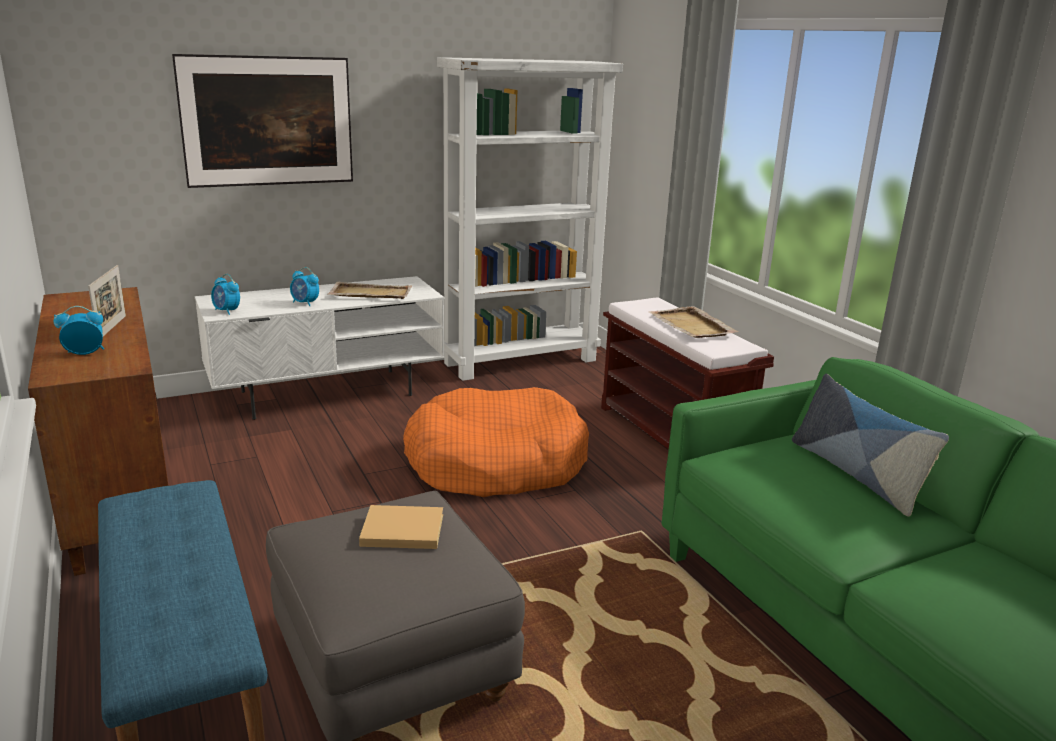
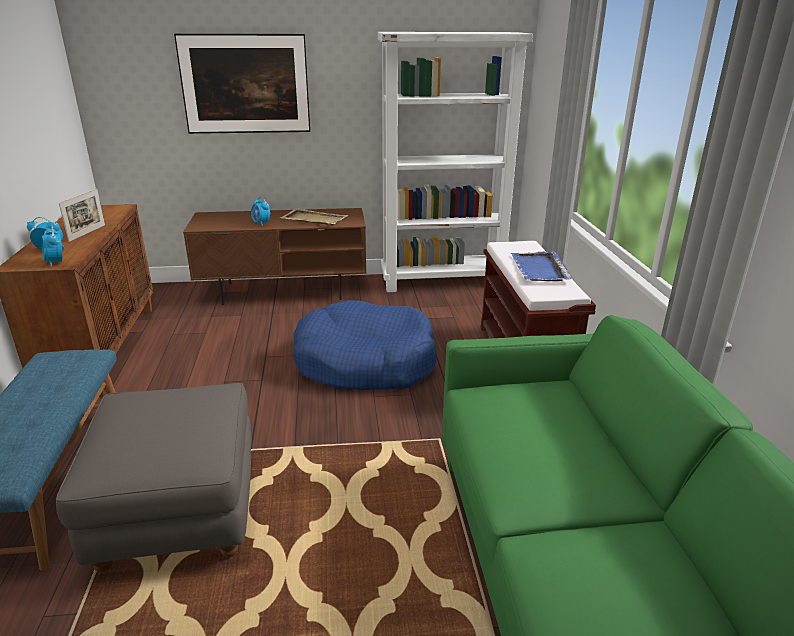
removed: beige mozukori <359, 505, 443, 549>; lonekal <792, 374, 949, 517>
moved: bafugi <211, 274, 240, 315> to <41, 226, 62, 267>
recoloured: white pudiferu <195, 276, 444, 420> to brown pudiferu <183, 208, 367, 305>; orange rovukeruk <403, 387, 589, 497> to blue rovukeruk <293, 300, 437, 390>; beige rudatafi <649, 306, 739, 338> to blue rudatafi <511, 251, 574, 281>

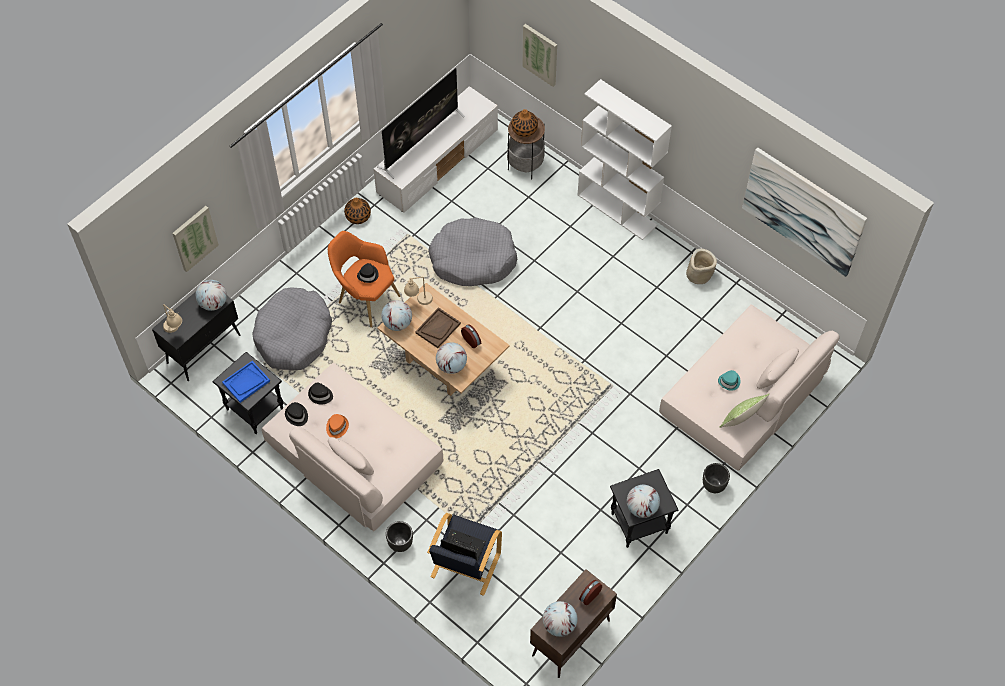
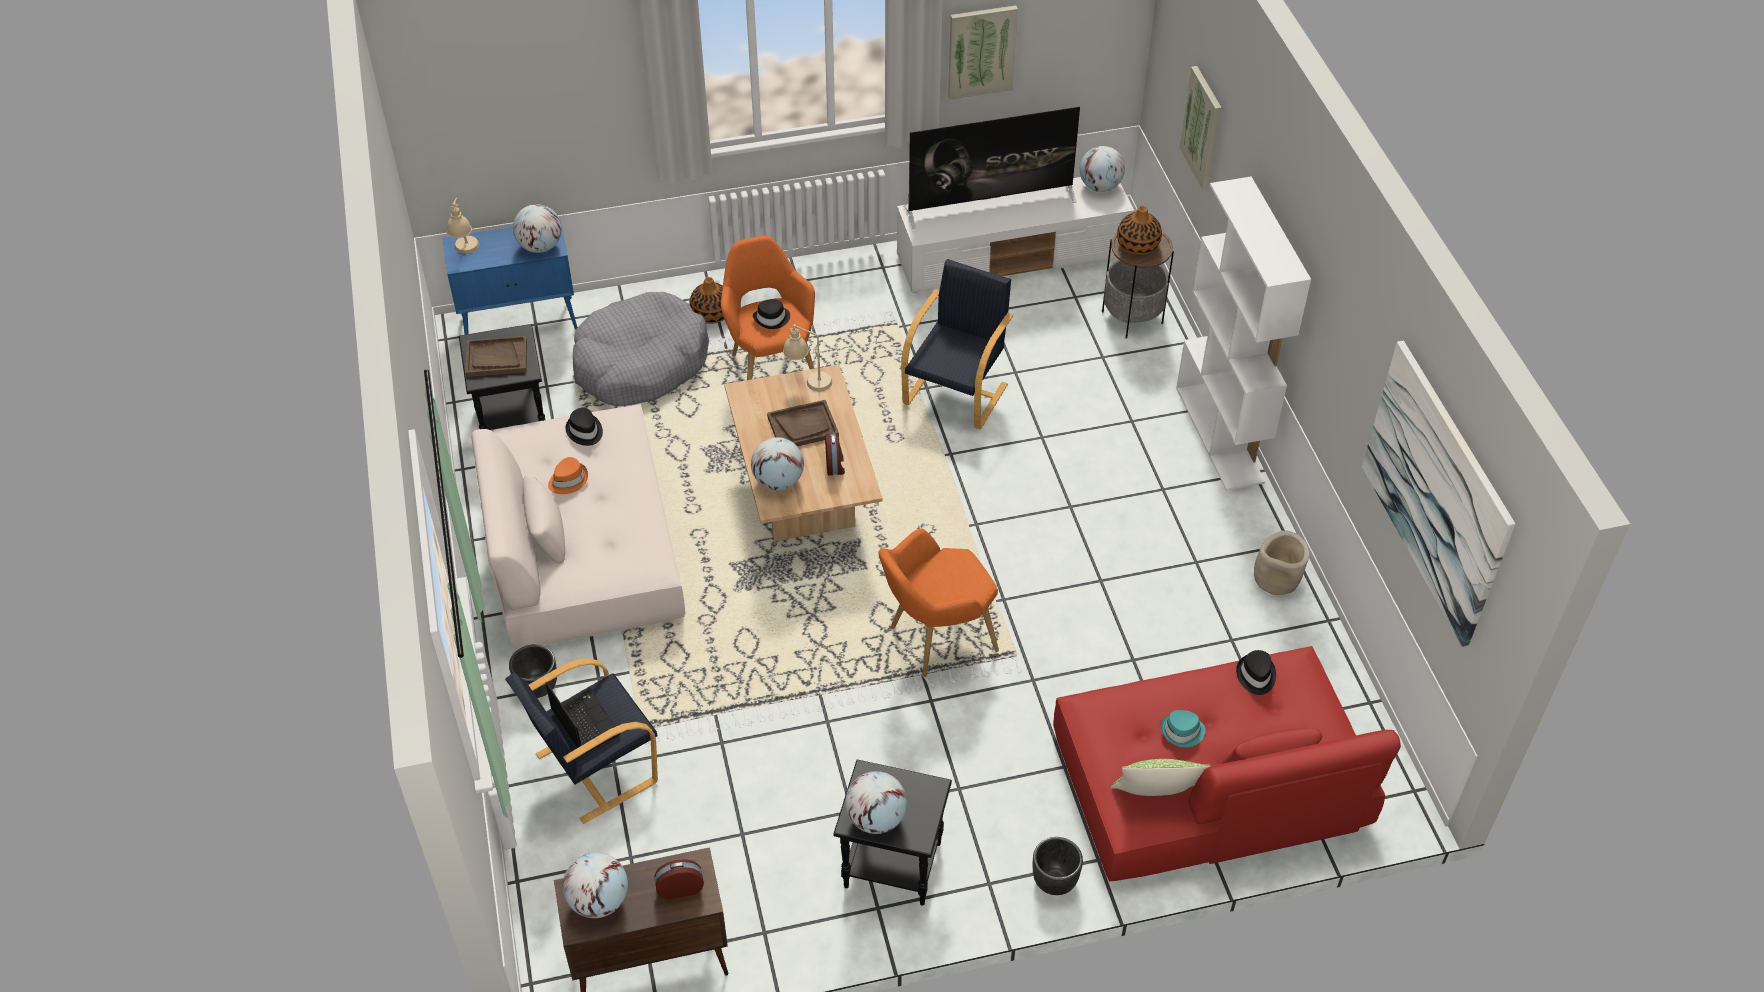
added: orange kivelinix <878, 529, 999, 677>
moved: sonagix <172, 206, 219, 272> to <948, 6, 1018, 100>; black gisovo <285, 402, 308, 426> to <1236, 650, 1276, 695>; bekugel <344, 198, 371, 224> to <689, 277, 724, 324>; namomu <381, 300, 412, 331> to <1080, 146, 1125, 192>
replaced: grey rovukeruk <428, 218, 517, 286> to black kivelinix <901, 259, 1014, 429>
recoloured: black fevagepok <152, 292, 241, 381> to blue fevagepok <442, 220, 578, 335>; blue rudatafi <222, 361, 270, 403> to brown rudatafi <465, 336, 527, 377>; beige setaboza <659, 304, 840, 471> to red setaboza <1053, 646, 1401, 882>

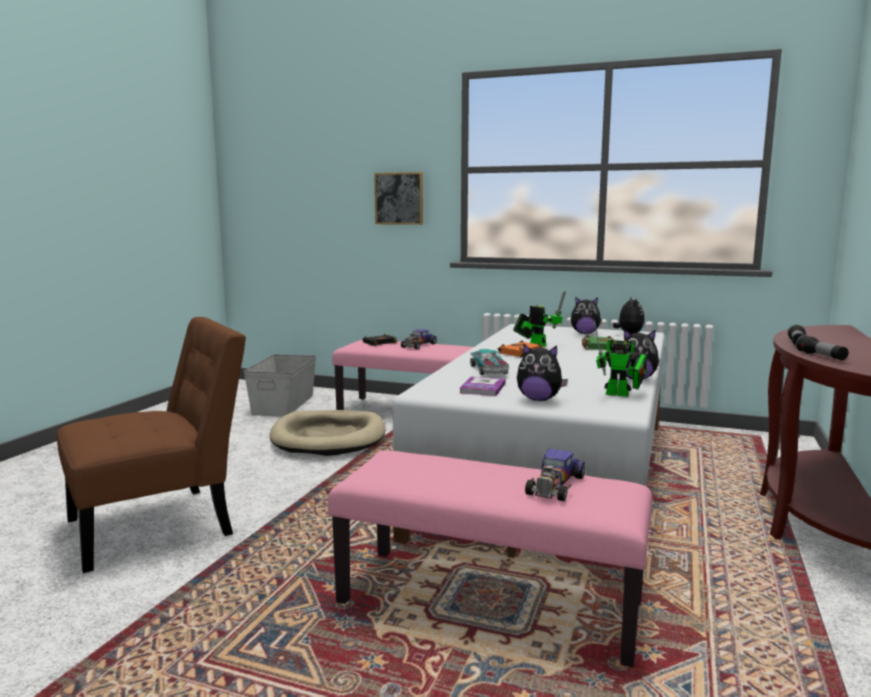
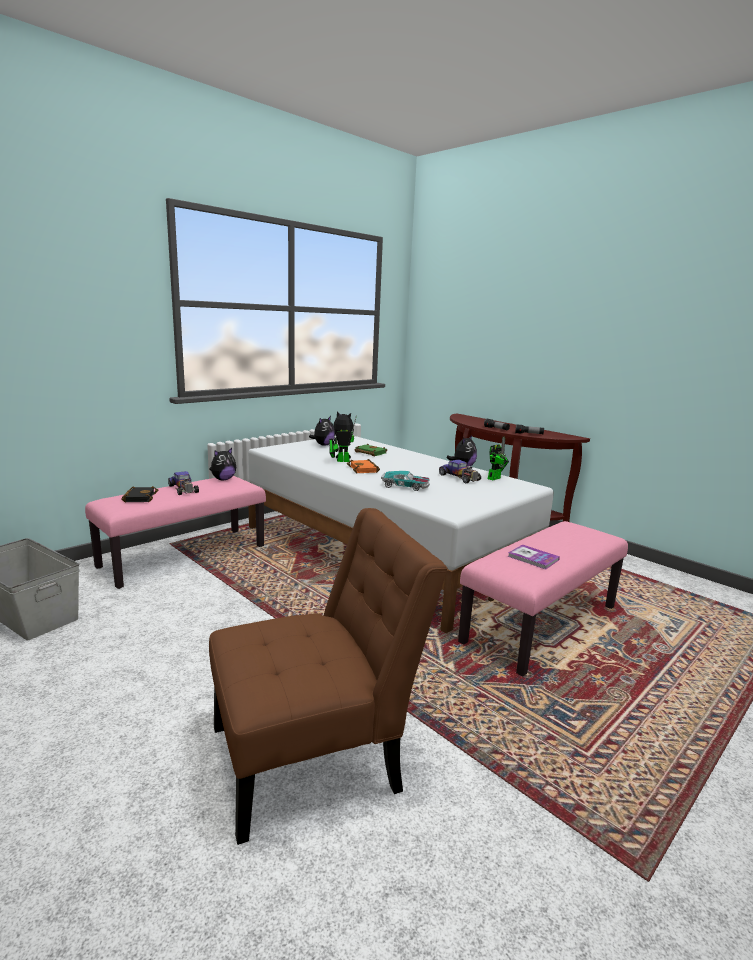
removed: beige rovukeruk <269, 410, 386, 456>; sonagix <374, 172, 423, 225>
moved: mozukori <460, 376, 506, 396> to <508, 545, 560, 570>; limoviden <517, 343, 568, 401> to <209, 448, 236, 480>; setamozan <525, 449, 585, 501> to <439, 460, 481, 483>
turned: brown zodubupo <57, 317, 246, 573> = <209, 508, 448, 845> 75 degrees clockwise

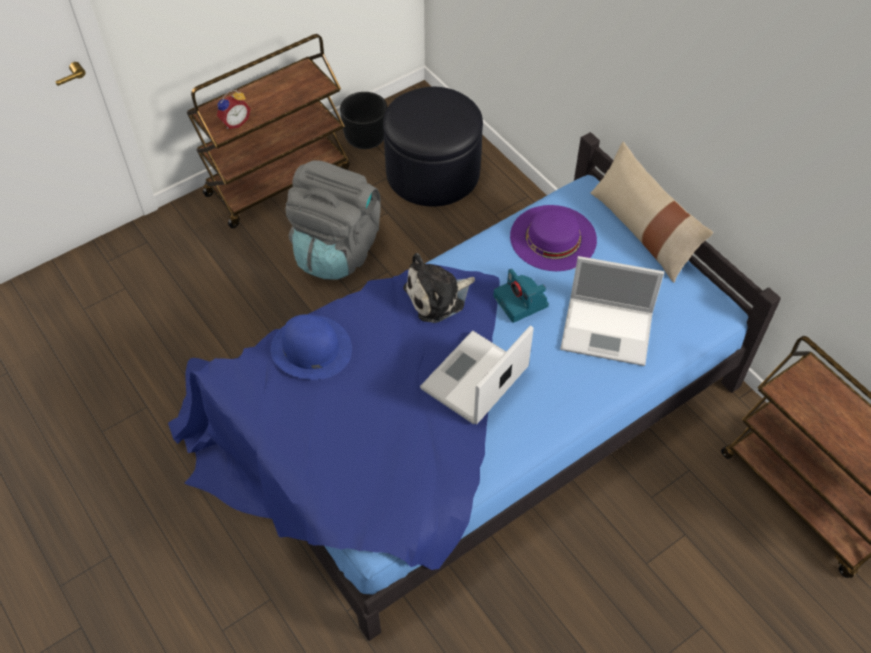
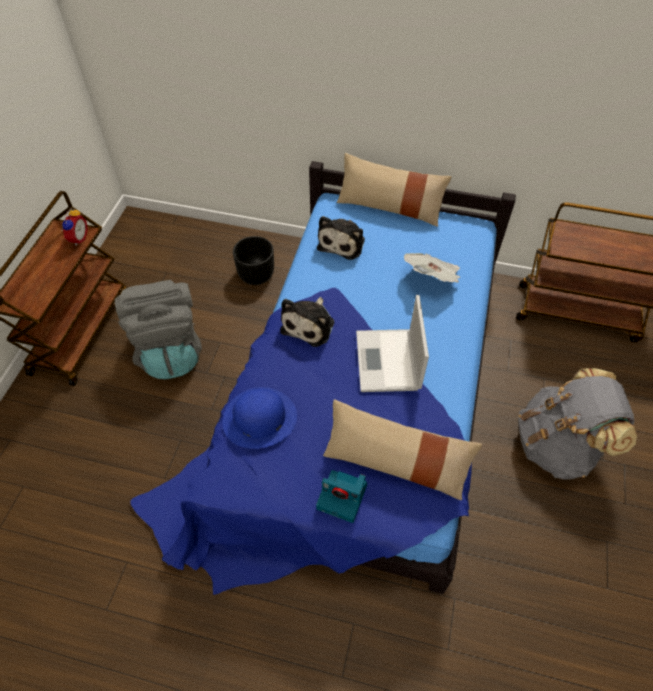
removed: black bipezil <383, 87, 483, 207>
added: beige lonekal <323, 399, 482, 500>; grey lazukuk <518, 368, 637, 480>
moved: bafugi <217, 90, 251, 129> to <61, 208, 88, 246>; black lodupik <340, 92, 387, 149> to <233, 236, 274, 285>; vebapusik <493, 269, 549, 323> to <316, 470, 367, 523>
replaced: purple gisovo <510, 205, 597, 271> to limoviden <317, 216, 365, 260>; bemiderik <560, 256, 664, 366> to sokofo <404, 253, 461, 283>

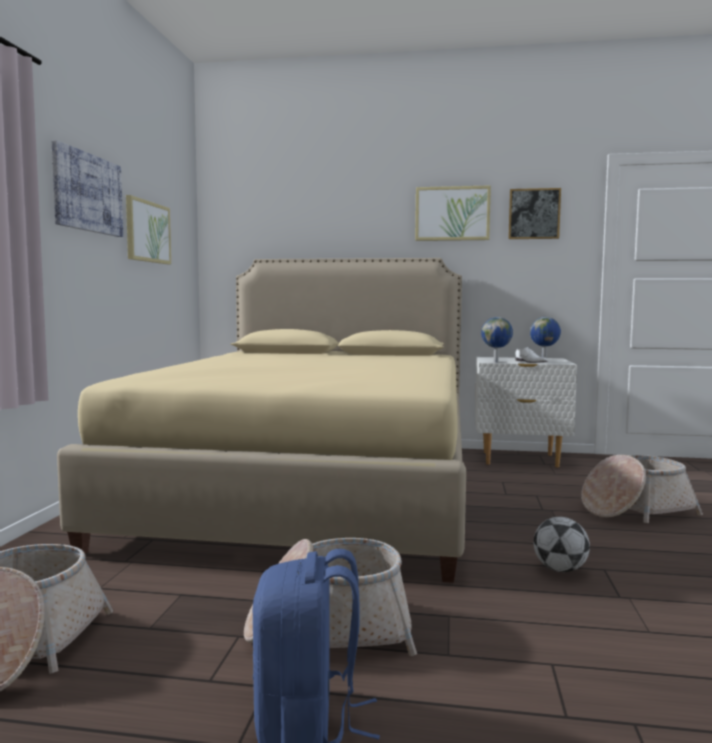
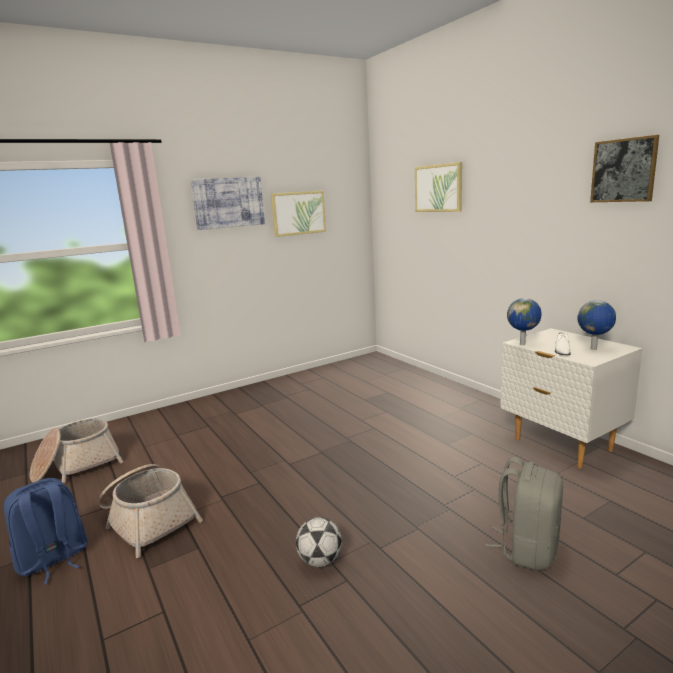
removed: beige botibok <57, 258, 466, 583>
moved: sonagix <415, 185, 491, 241> to <415, 162, 462, 212>
replaced: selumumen <581, 455, 703, 523> to grey lazukuk <486, 457, 563, 570>

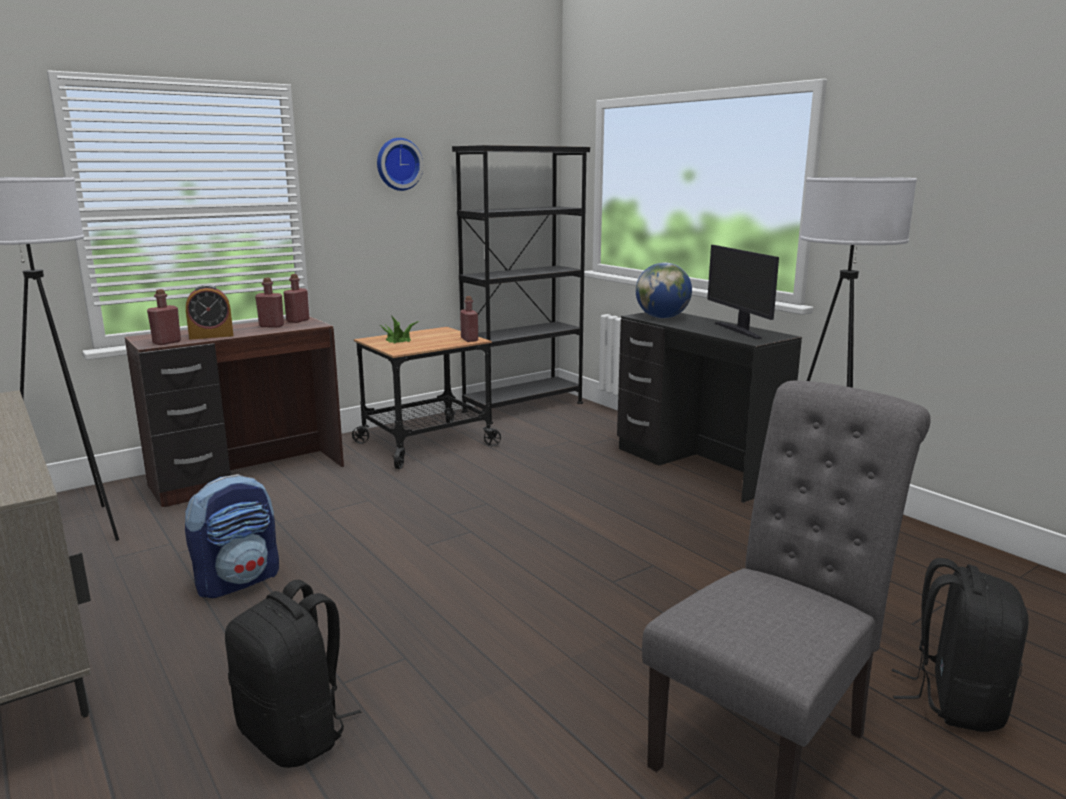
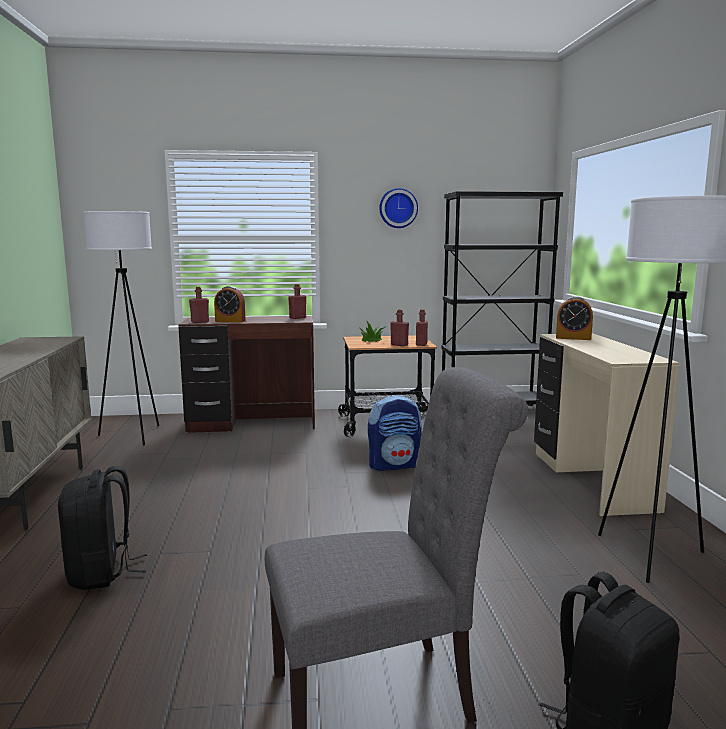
removed: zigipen <707, 245, 779, 339>
moved: lazukuk <185, 474, 279, 598> to <368, 395, 422, 471>; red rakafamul <255, 278, 284, 328> to <390, 310, 409, 346>
replaced: namomu <636, 262, 692, 319> to bafugi <556, 296, 593, 340>
recoloured: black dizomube <617, 312, 802, 503> to beige dizomube <534, 333, 680, 516>

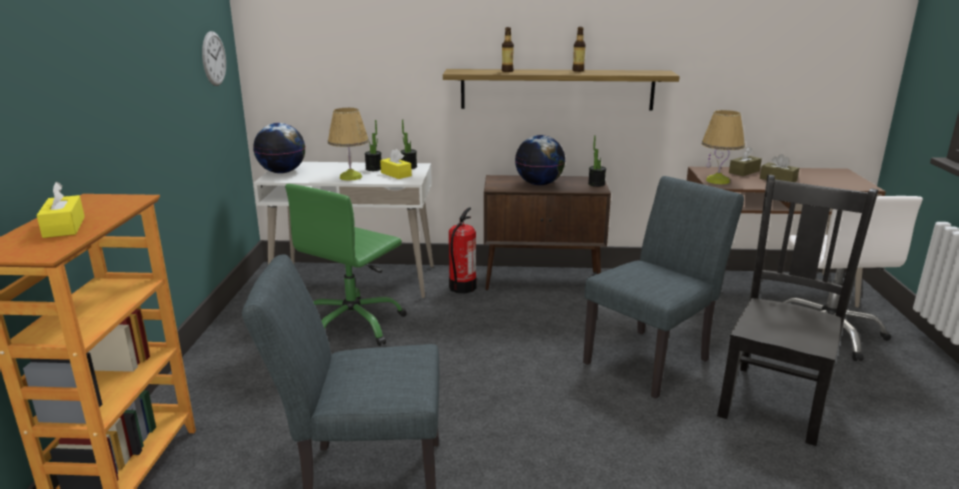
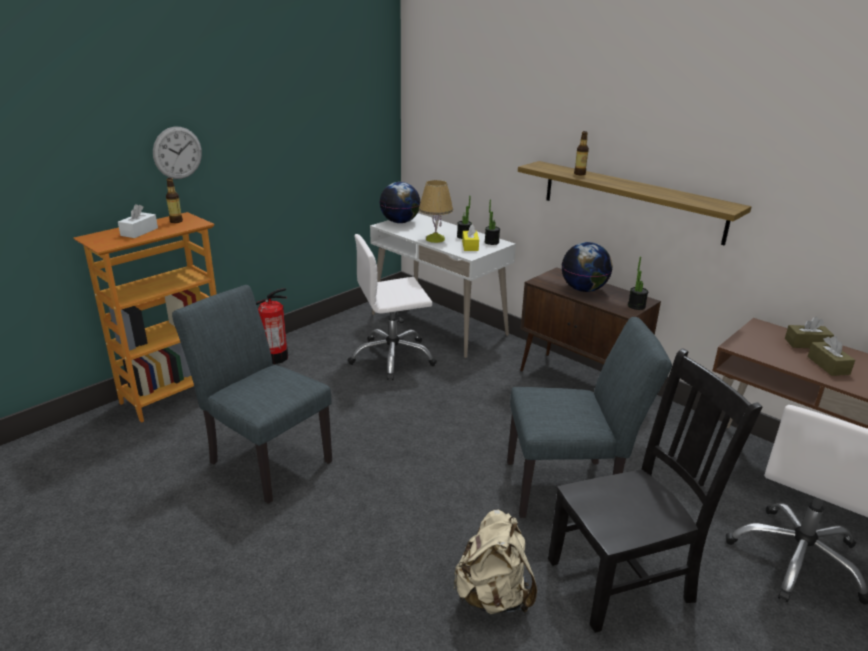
removed: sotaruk <702, 110, 745, 184>
added: beige lazukuk <453, 509, 537, 614>
moved: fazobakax <202, 31, 226, 86> to <153, 127, 202, 179>; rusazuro <449, 207, 477, 293> to <256, 288, 288, 364>; rakafamul <572, 27, 586, 72> to <166, 178, 183, 223>
recoloured: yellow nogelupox <37, 182, 85, 238> to white nogelupox <118, 204, 158, 238>; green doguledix <285, 184, 407, 346> to white doguledix <348, 234, 437, 380>

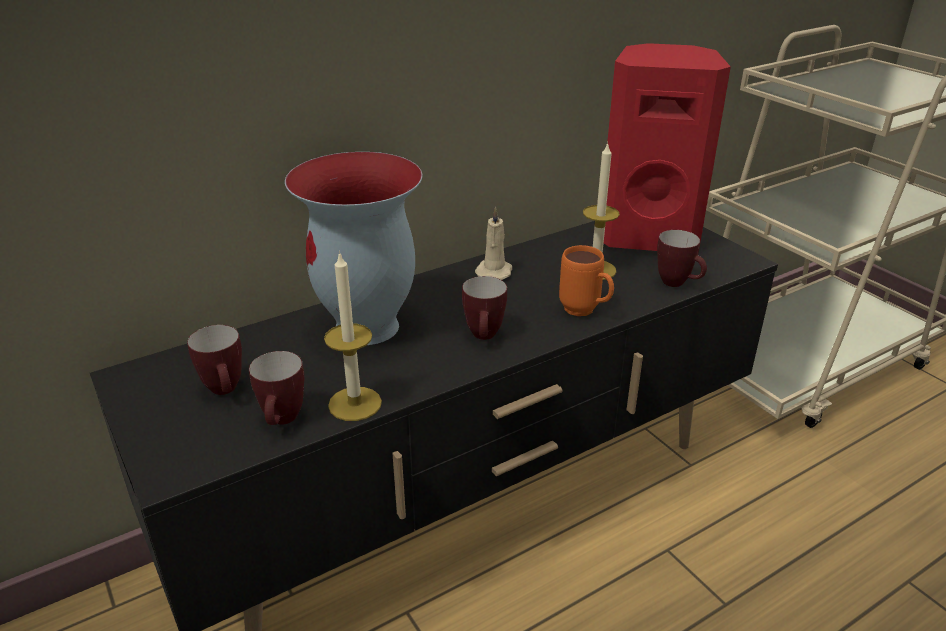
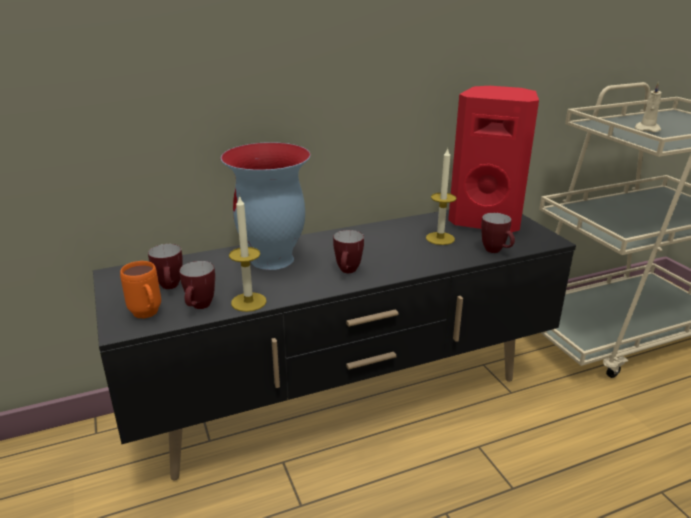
moved: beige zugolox <475, 207, 512, 280> to <635, 81, 662, 132>; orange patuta <559, 245, 614, 316> to <120, 261, 161, 318>

